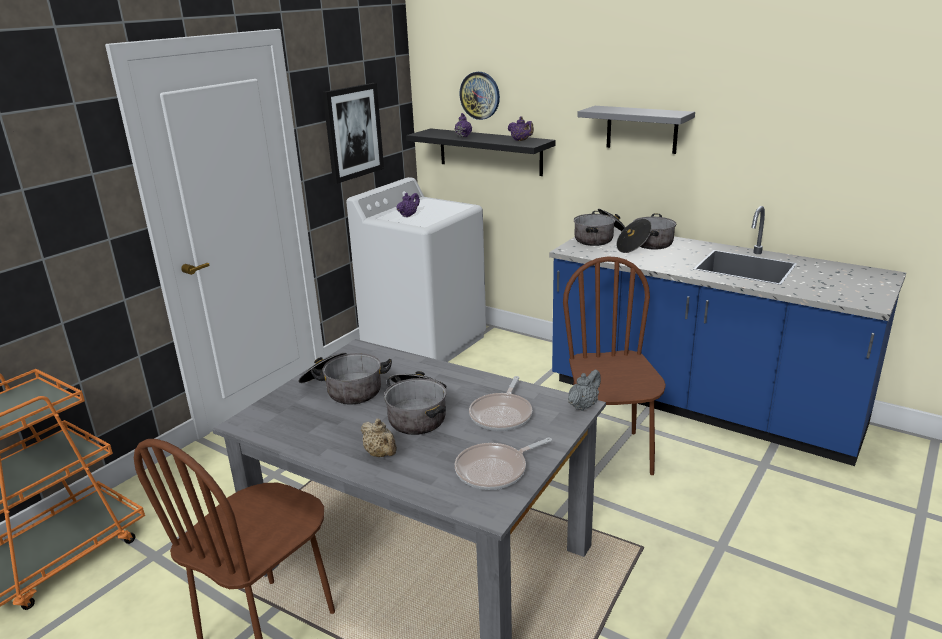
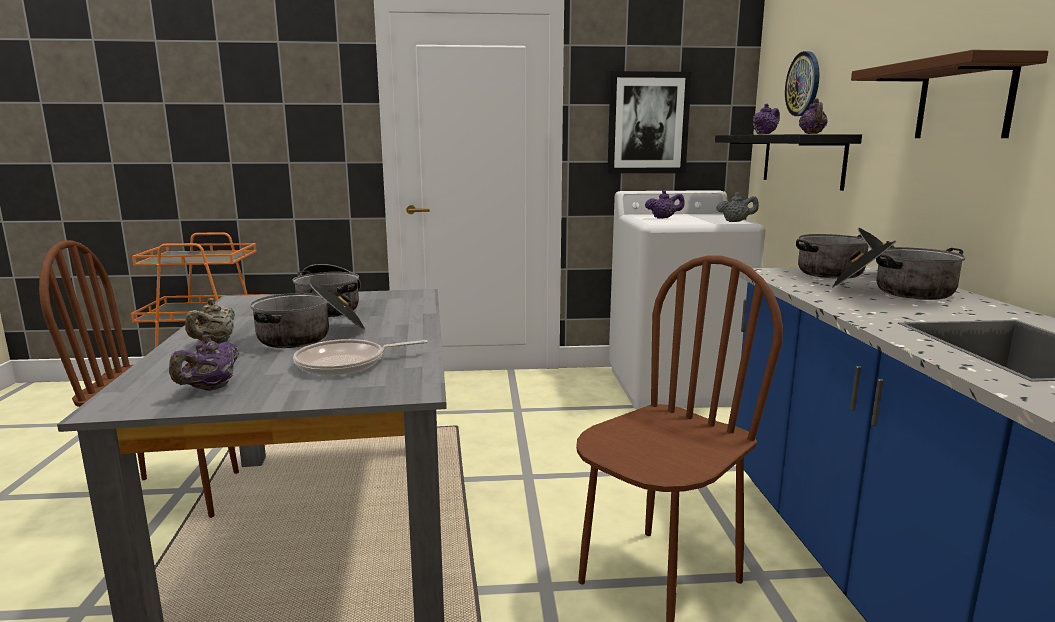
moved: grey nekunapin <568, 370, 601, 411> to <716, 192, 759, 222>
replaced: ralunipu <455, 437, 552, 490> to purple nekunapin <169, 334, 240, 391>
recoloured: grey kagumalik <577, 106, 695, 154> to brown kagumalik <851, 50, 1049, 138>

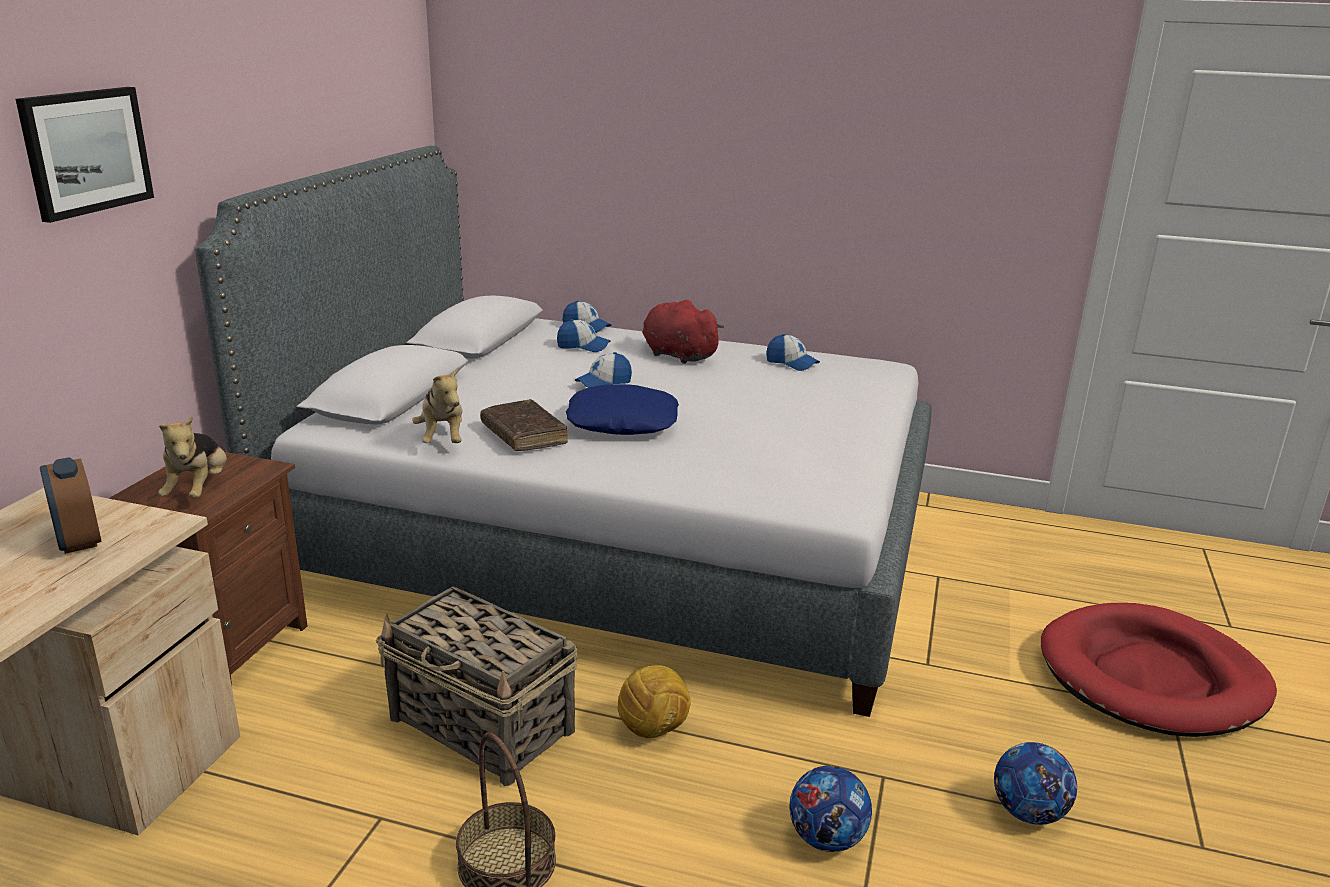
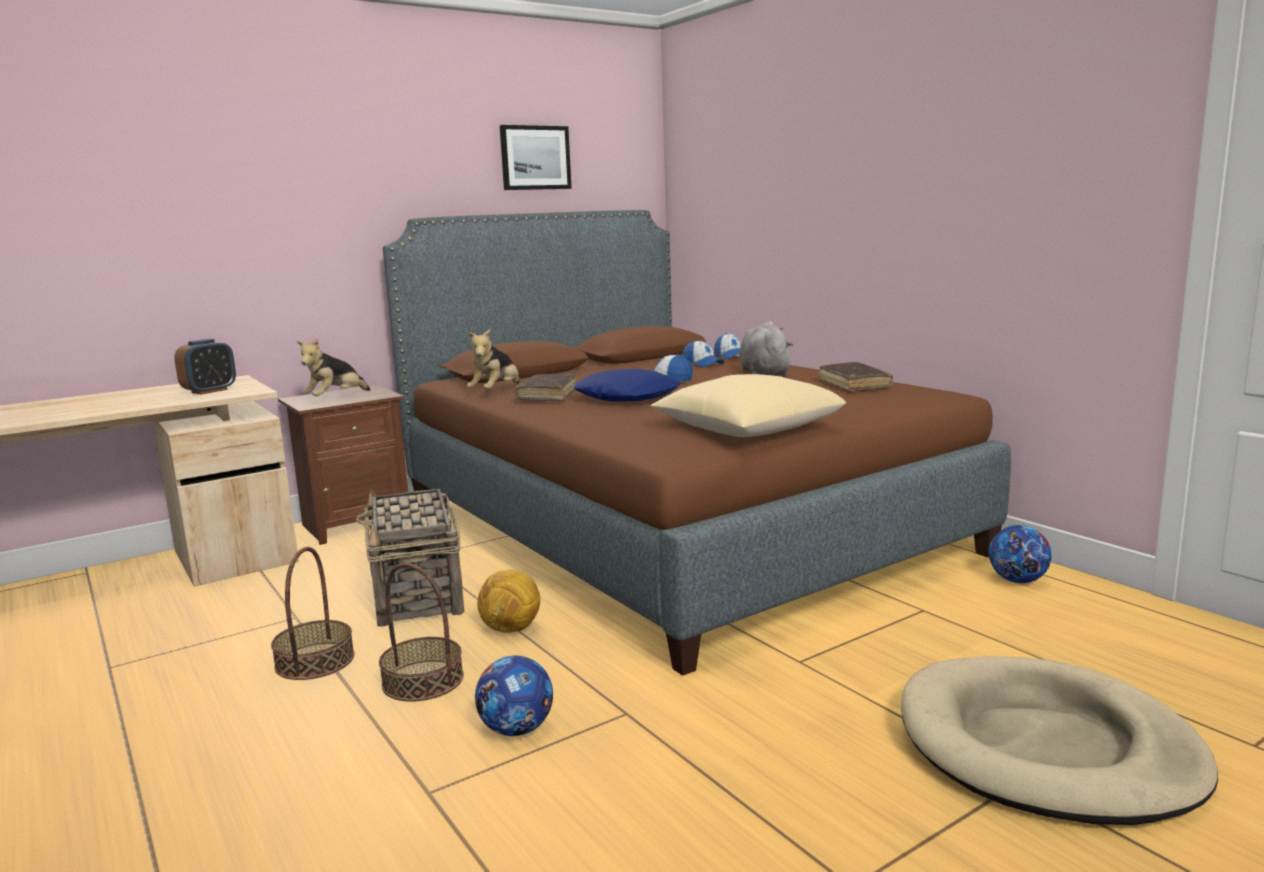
added: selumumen <379, 563, 464, 701>; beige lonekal <650, 374, 846, 437>
moved: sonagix <16, 87, 154, 223> to <500, 125, 572, 190>; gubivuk <994, 742, 1077, 825> to <989, 525, 1052, 583>
replaced: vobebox <766, 334, 820, 371> to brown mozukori <819, 362, 893, 392>
recoloured: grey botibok <195, 146, 932, 717> to brown botibok <383, 210, 1011, 676>; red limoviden <642, 300, 724, 364> to grey limoviden <739, 321, 793, 376>; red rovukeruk <1041, 603, 1277, 737> to beige rovukeruk <901, 656, 1218, 825>
turned: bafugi <40, 457, 101, 554> = <174, 339, 236, 395> 150 degrees counterclockwise

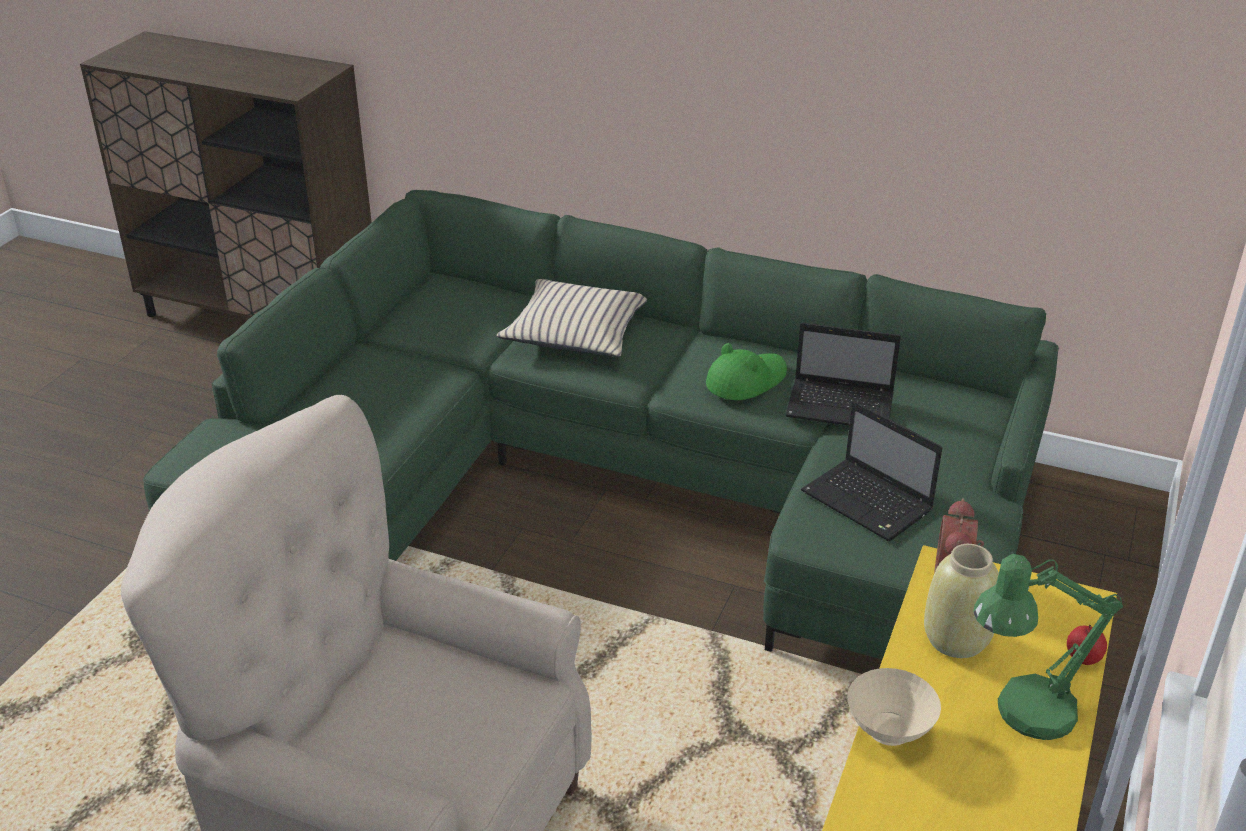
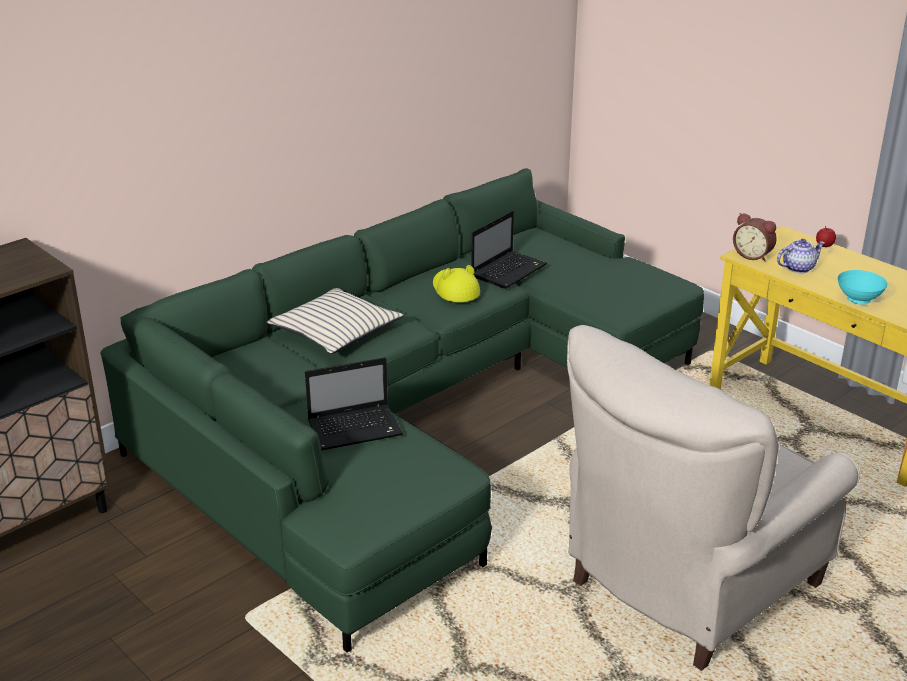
removed: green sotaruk <974, 554, 1123, 740>
moved: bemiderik <801, 401, 942, 541> to <305, 357, 403, 450>
replaced: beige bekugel <924, 544, 999, 658> to nekunapin <777, 239, 825, 273>
recoloured: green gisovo <706, 343, 787, 400> to yellow gisovo <433, 265, 480, 302>; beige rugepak <847, 668, 941, 746> to turquoise rugepak <838, 270, 888, 305>

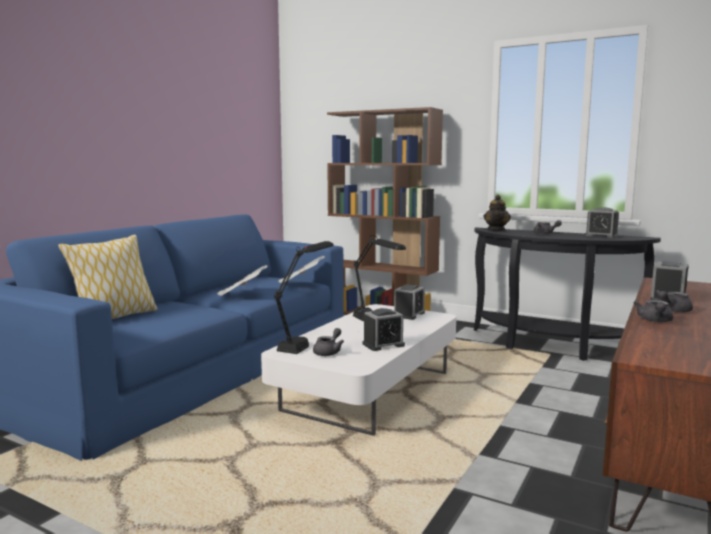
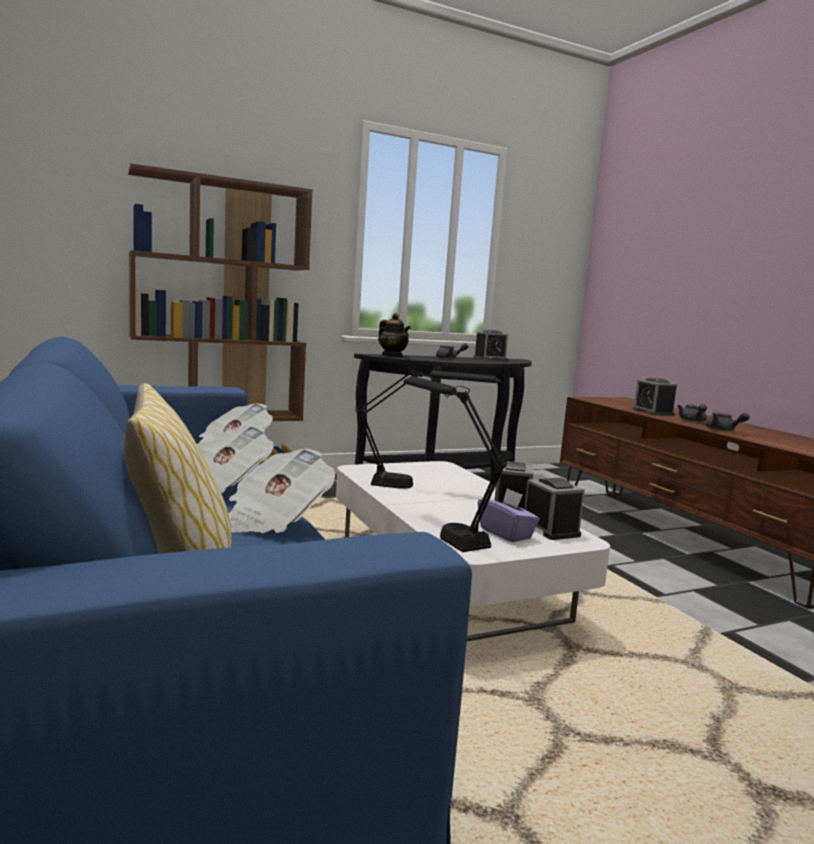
added: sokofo <229, 449, 335, 533>
moved: bafugi <394, 285, 425, 320> to <524, 478, 585, 540>
replaced: grey nekunapin <313, 328, 344, 356> to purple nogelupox <478, 488, 540, 542>

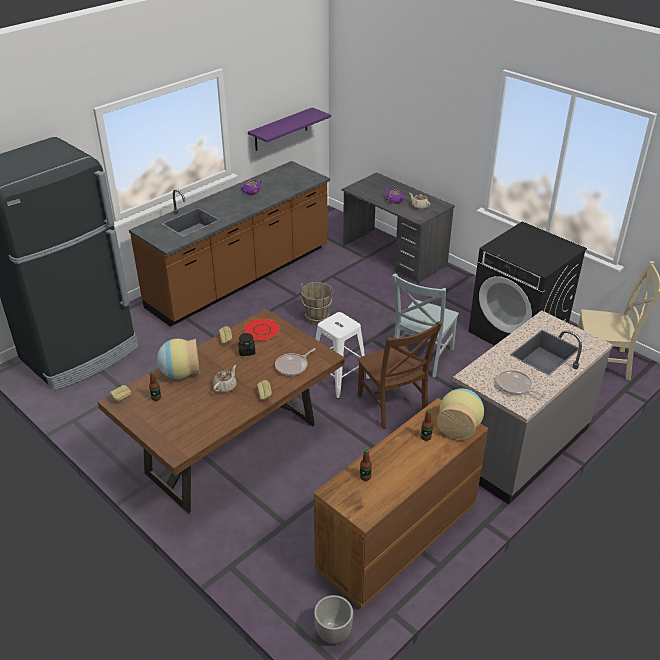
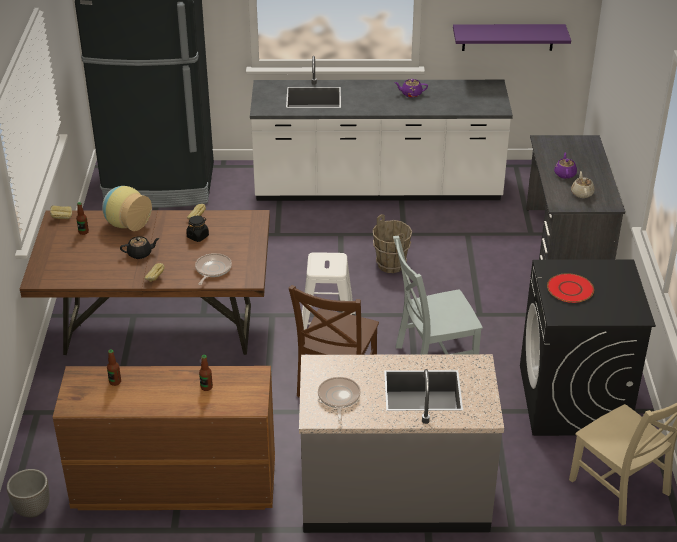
removed: bekugel <437, 389, 484, 440>
moved: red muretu <243, 318, 280, 341> to <547, 273, 594, 303>
recoloured: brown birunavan <129, 161, 330, 327> to white birunavan <250, 56, 513, 201>; beige nekunapin <213, 365, 237, 392> to black nekunapin <120, 236, 160, 259>
turned: ralunipu <275, 348, 316, 376> = <195, 253, 232, 285> 105 degrees clockwise

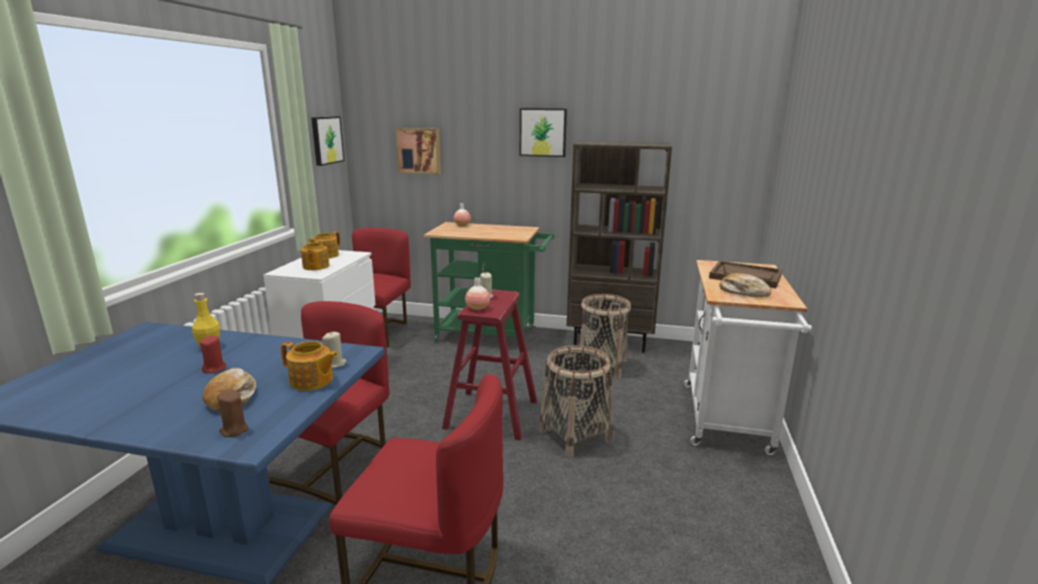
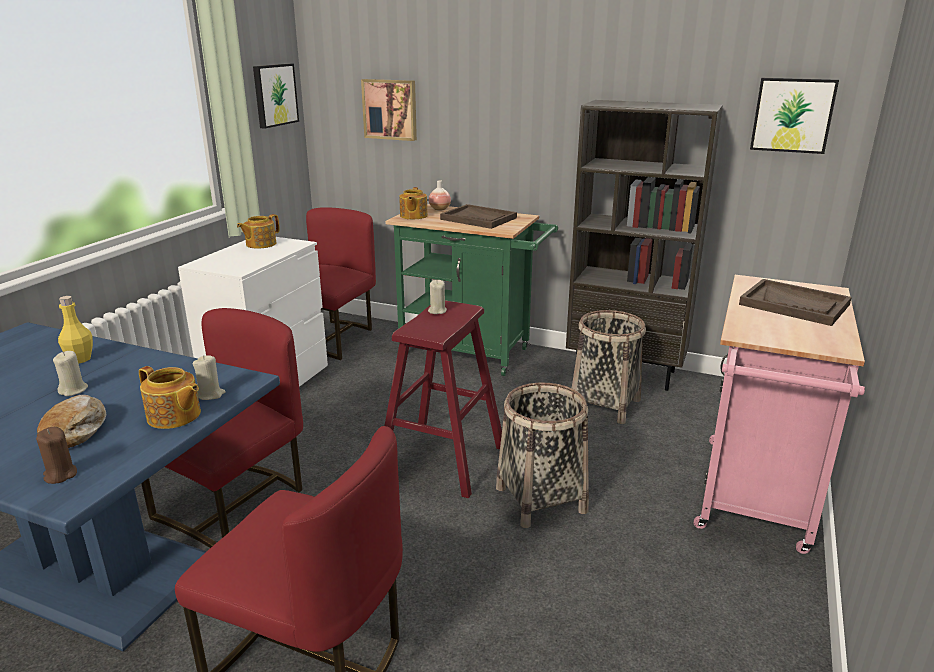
removed: bekugel <465, 277, 490, 310>; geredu <720, 273, 771, 297>
added: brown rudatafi <440, 204, 517, 229>
moved: nekunapin <301, 240, 329, 270> to <399, 187, 428, 219>; sonagix <520, 108, 567, 157> to <750, 78, 839, 154>
recoloured: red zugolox <200, 335, 226, 373> to beige zugolox <53, 351, 88, 396>; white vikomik <684, 260, 812, 455> to pink vikomik <694, 275, 865, 554>

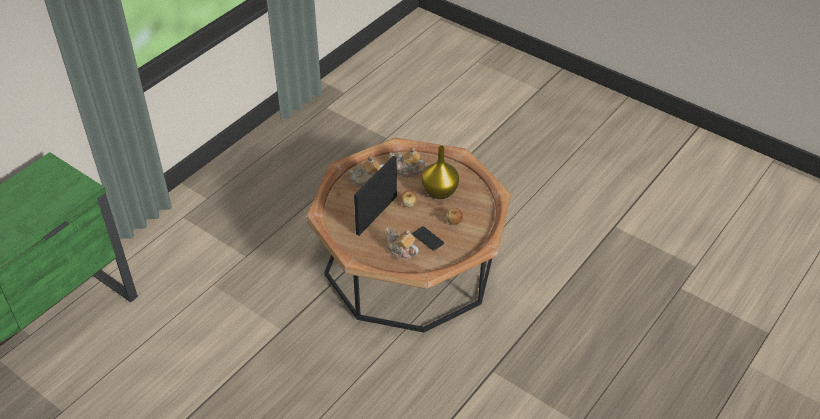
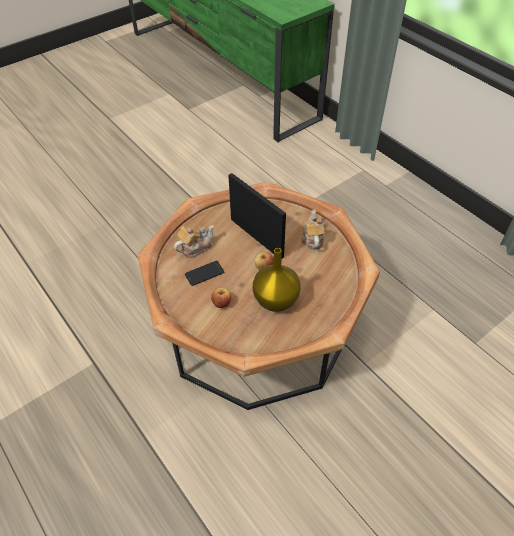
removed: nekunapin <390, 147, 426, 178>

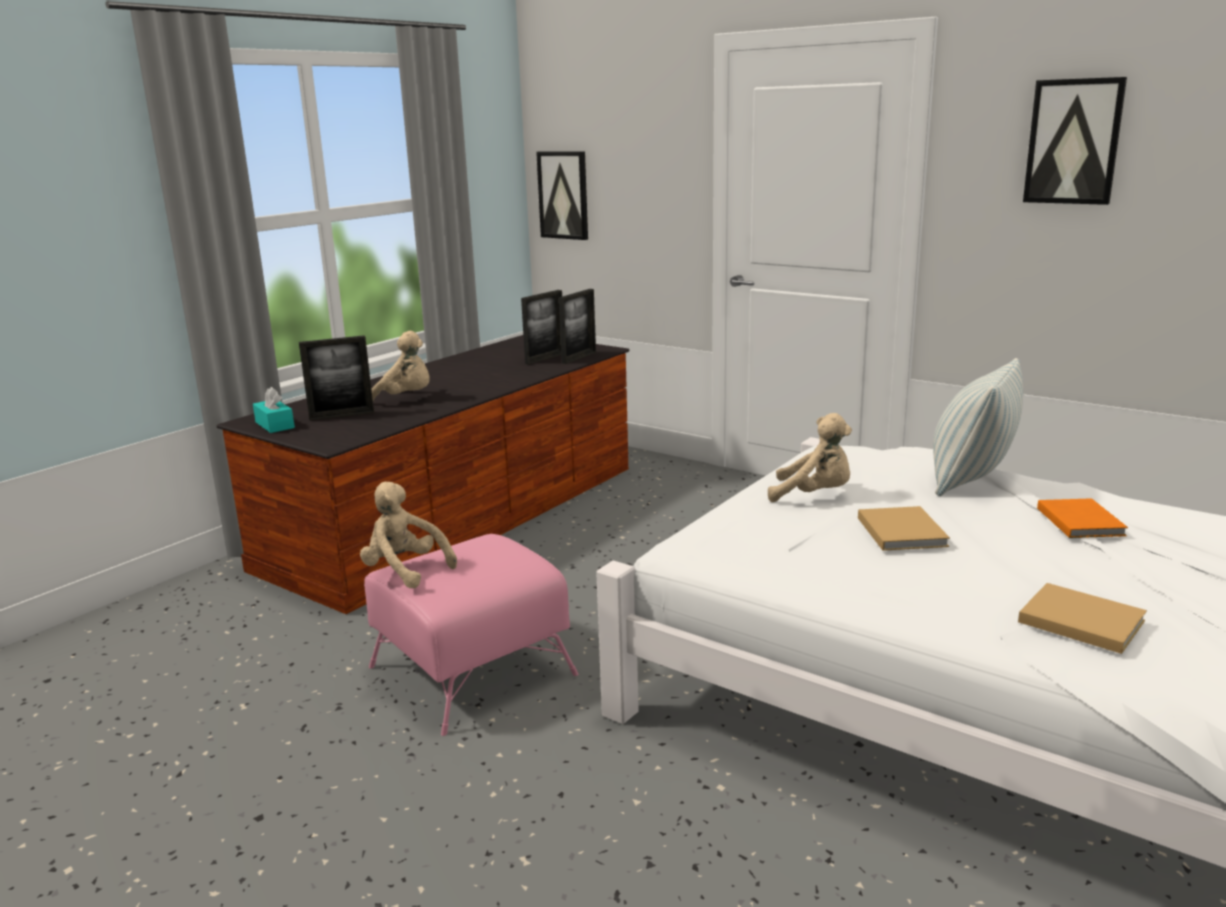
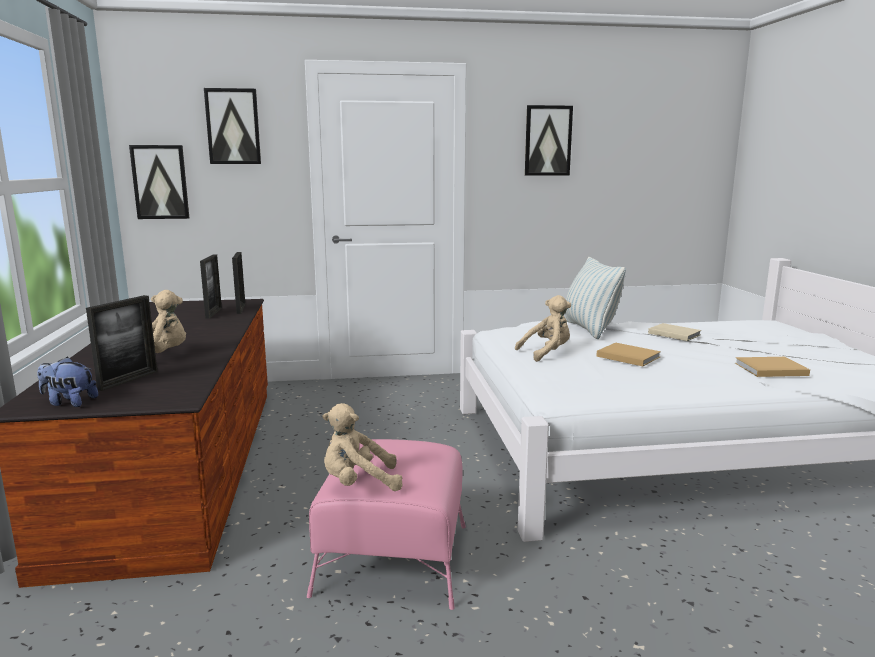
added: sonagix <204, 88, 261, 164>
replaced: turquoise nogelupox <253, 387, 295, 433> to limoviden <37, 357, 98, 407>
recoloured: orange mozukori <1037, 498, 1128, 538> to beige mozukori <648, 323, 701, 341>

